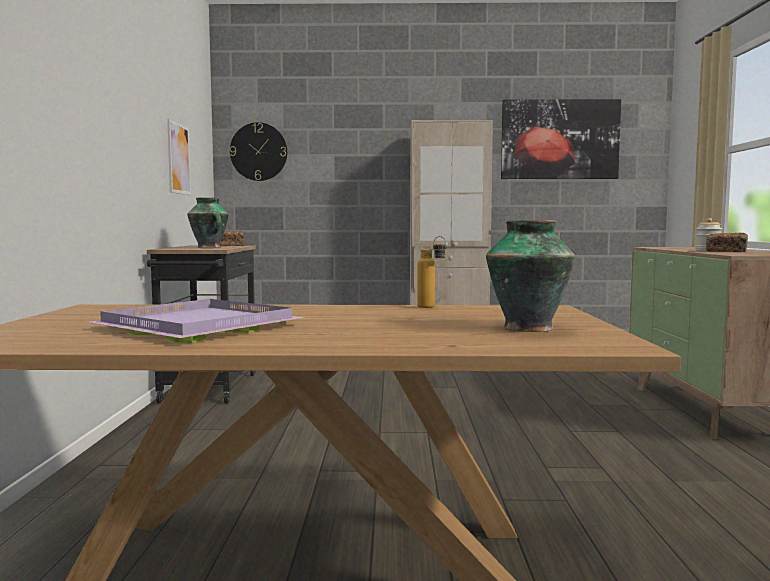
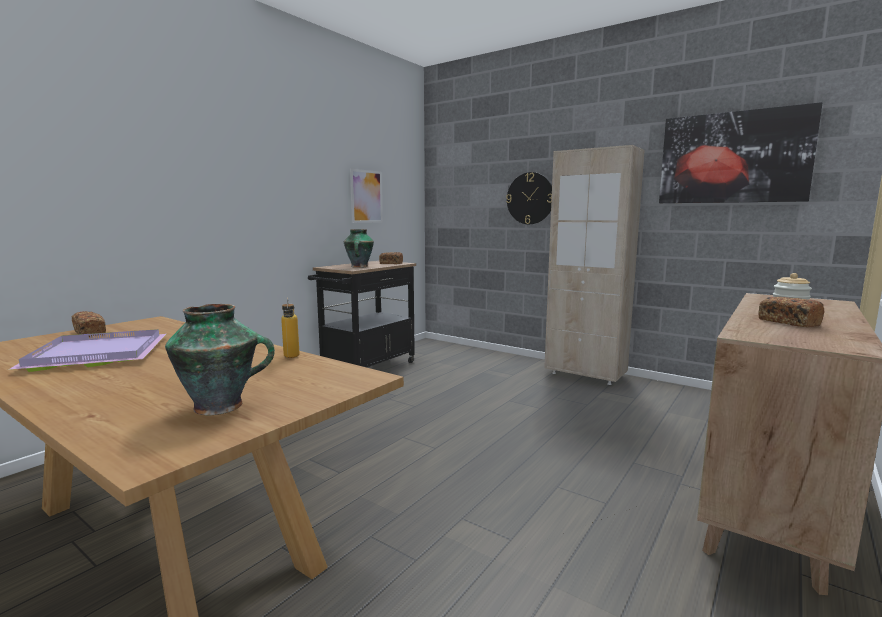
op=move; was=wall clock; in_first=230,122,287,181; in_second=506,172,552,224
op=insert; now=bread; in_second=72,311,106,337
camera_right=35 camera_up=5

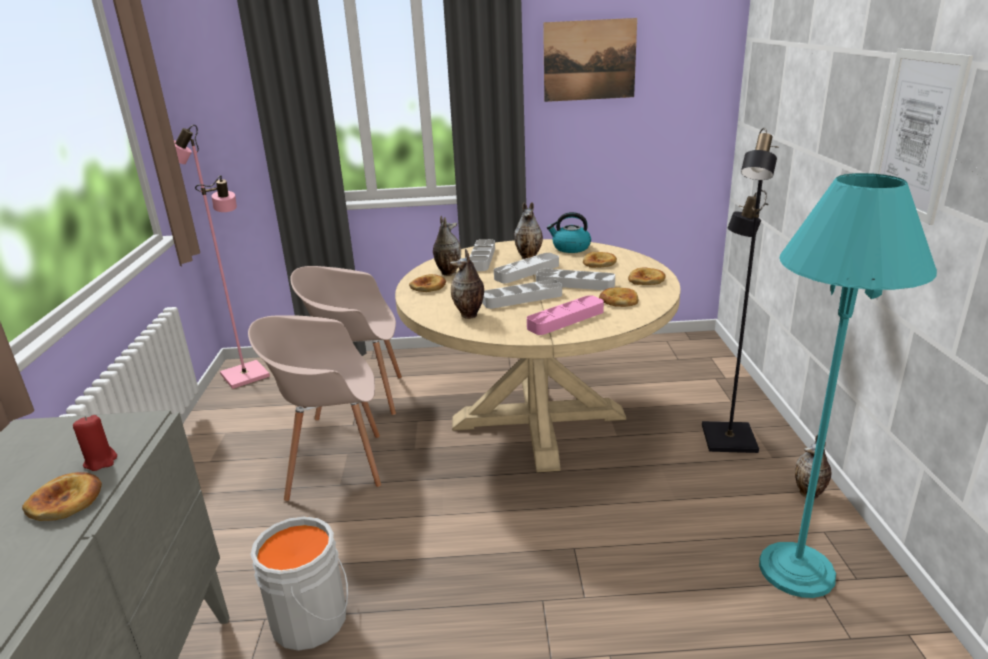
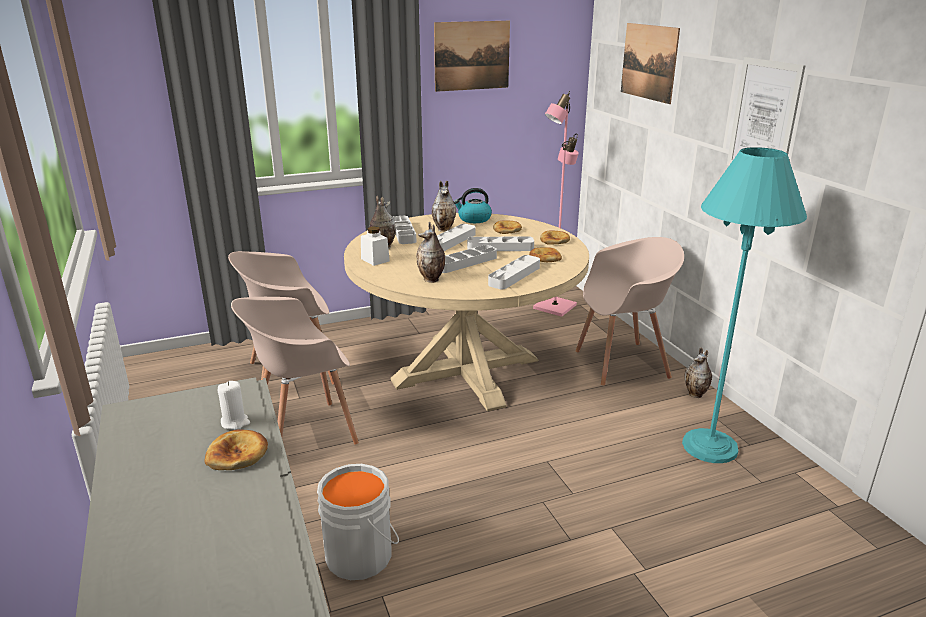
op=move; was=pink floor lamp; in_first=174,125,270,389; in_second=533,91,579,317
op=replace; was=black floor lamp; now=beige chair; in_first=702,128,778,453; in_second=576,237,684,386
op=replace; was=bread; now=white jar; in_first=409,274,446,292; in_second=361,226,390,266
op=recolor; was=pink tray; now=grey tray; in_first=527,295,604,335; in_second=488,255,540,289
op=recolor; was=red candle; now=white candle; in_first=73,415,117,471; in_second=218,381,250,430
op=insert; now=picture; in_second=621,23,680,104
camera_right=-20 camera_up=0

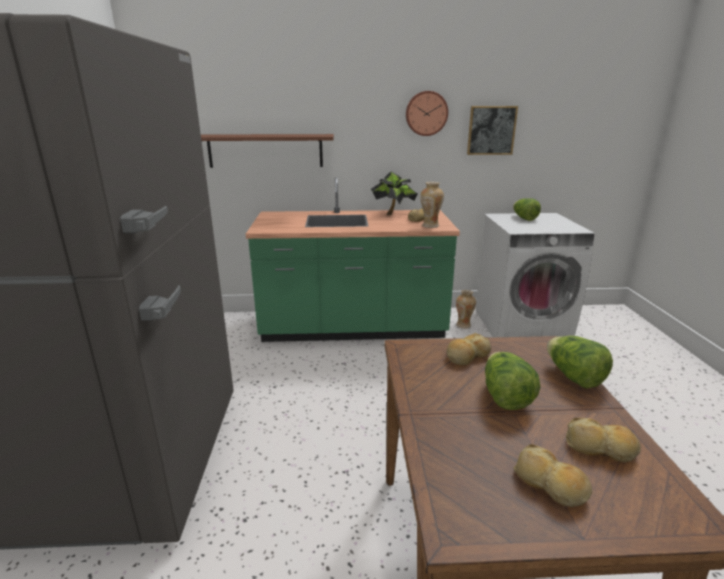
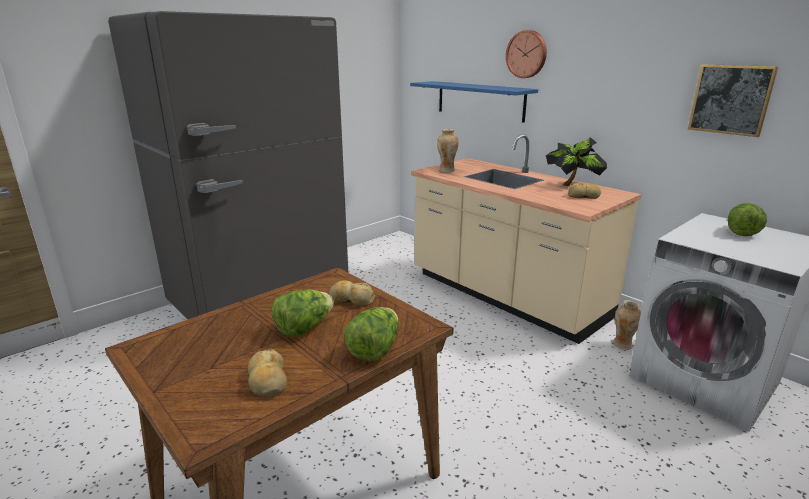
op=move; was=wall clock; in_first=406,91,448,136; in_second=506,30,547,78
op=recolor; was=brown shelf; now=blue shelf; in_first=201,134,334,168; in_second=410,81,538,123
op=recolor; was=green counter; now=beige counter; in_first=246,177,460,342; in_second=411,134,641,344
op=move; was=vase; in_first=420,182,444,228; in_second=437,129,459,172
op=delete; was=bread; in_first=513,444,592,507
camera_right=50 camera_up=0

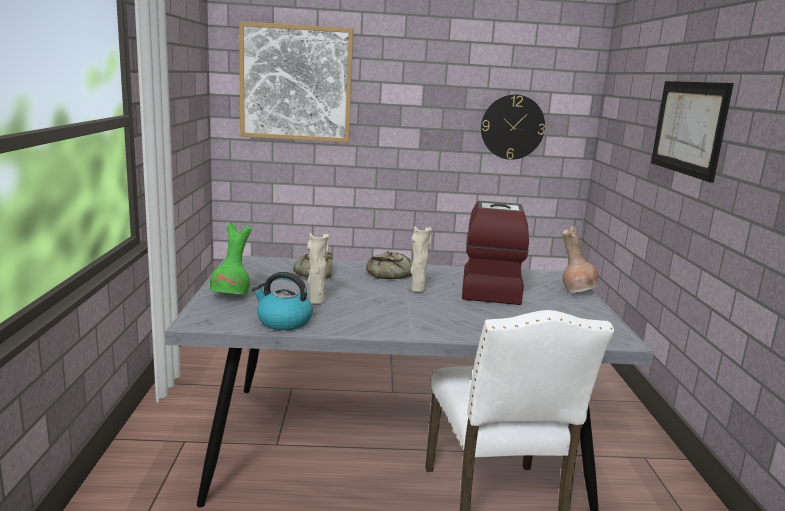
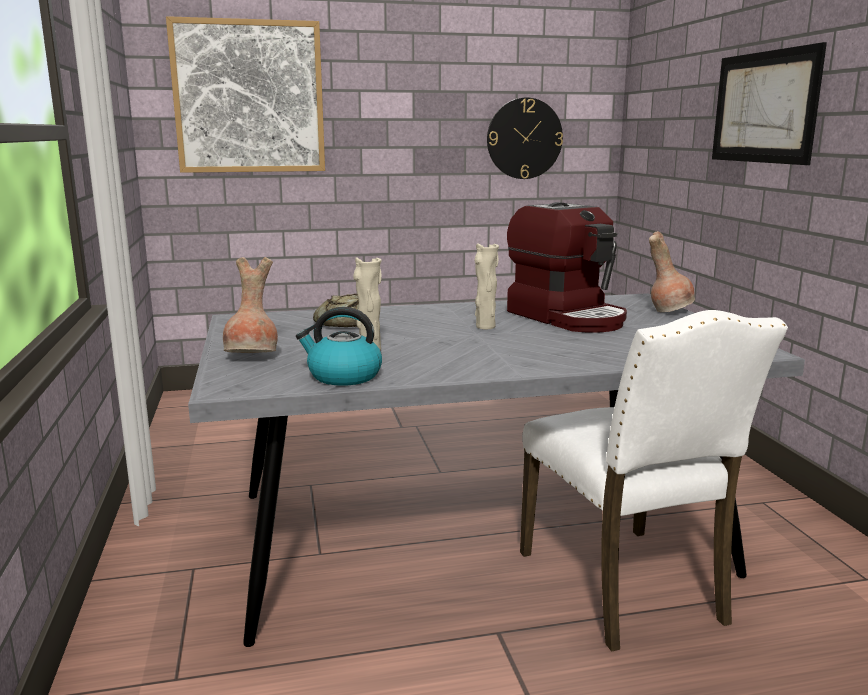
op=rotate; was=coffee machine; in_first=462,201,529,305; in_second=507,202,627,333; clockwise=150
op=recolor; was=green vase; now=brown vase; in_first=210,224,252,295; in_second=223,257,278,353
op=delete; was=bread; in_first=366,251,412,279
camera_right=-10 camera_up=0

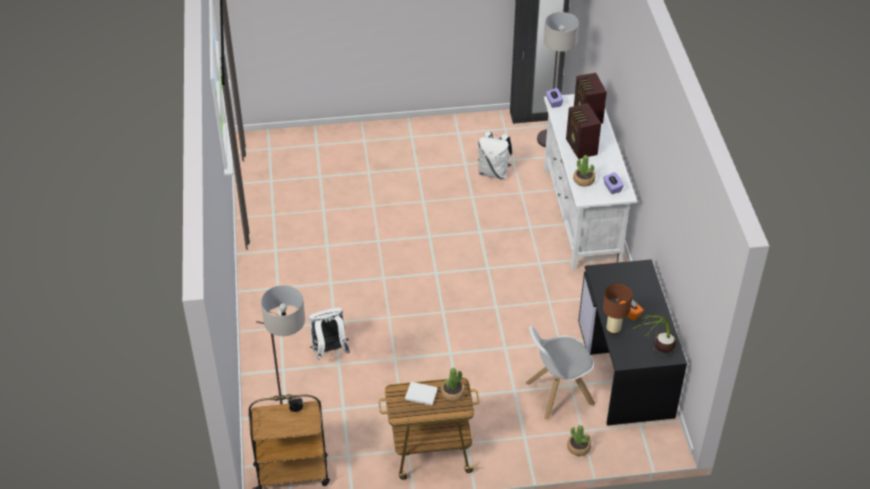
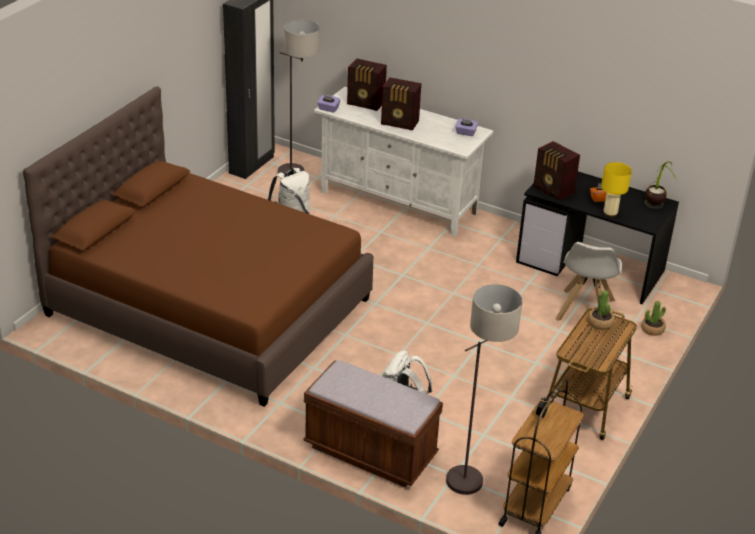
op=delete; was=potted plant; in_first=573,155,595,187
op=recolor; was=brown table lamp; now=yellow table lamp; in_first=603,283,633,334; in_second=601,162,632,217
op=delete; was=white book; in_first=405,382,438,405
op=insert; now=brown bed; in_second=23,86,373,407
op=insert; now=radio; in_second=533,141,580,201
op=insert; now=brown bench; in_second=304,360,443,487
camera_right=-55 camera_up=-10

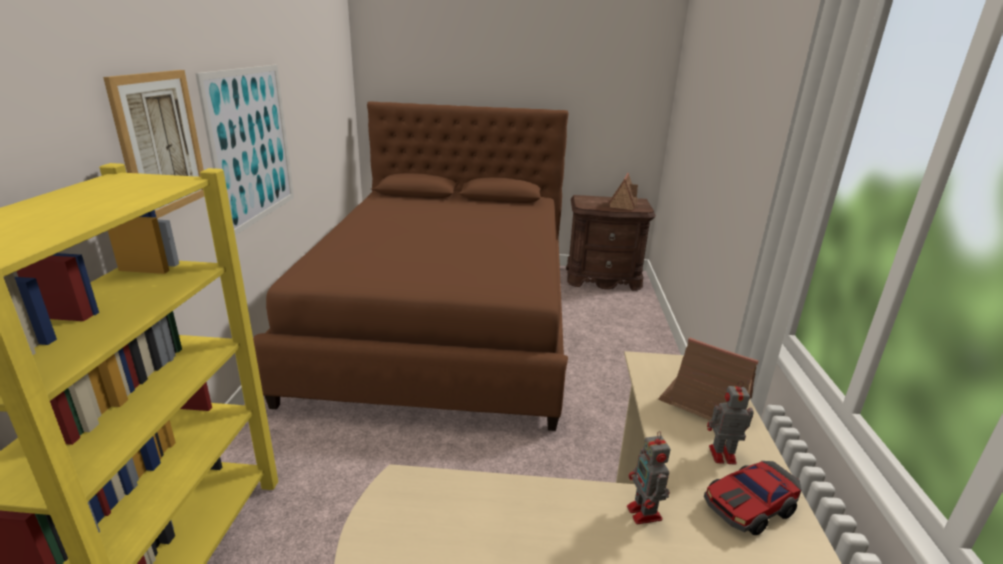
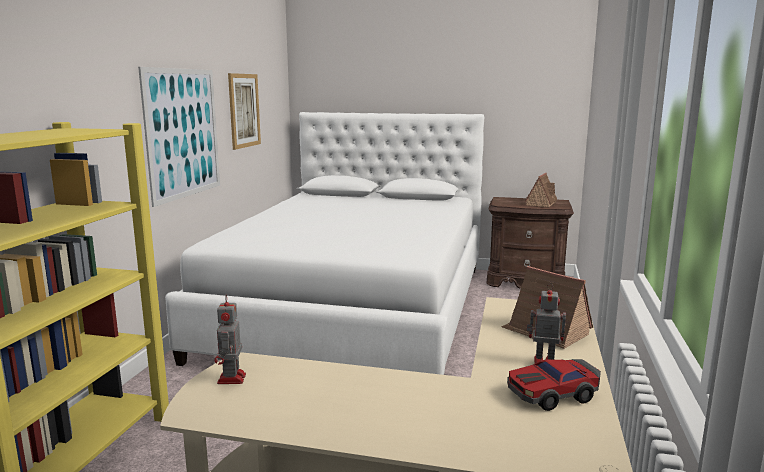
op=move; was=picture; in_first=103,70,204,218; in_second=228,73,261,150
op=recolor; was=brown bed; now=white bed; in_first=253,101,569,431; in_second=165,112,484,375
op=move; was=toy robot; in_first=627,431,670,524; in_second=214,295,246,384
camera_right=10 camera_up=-10

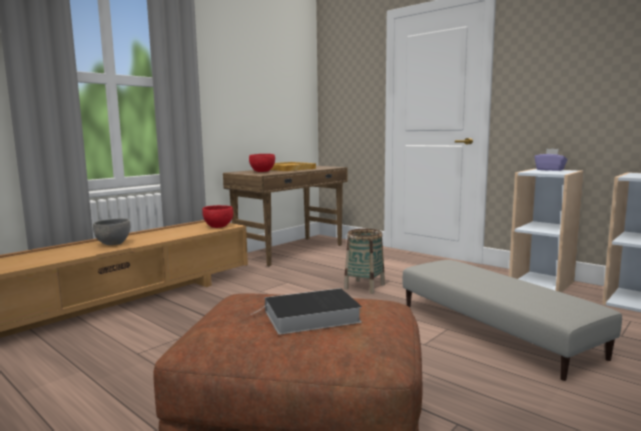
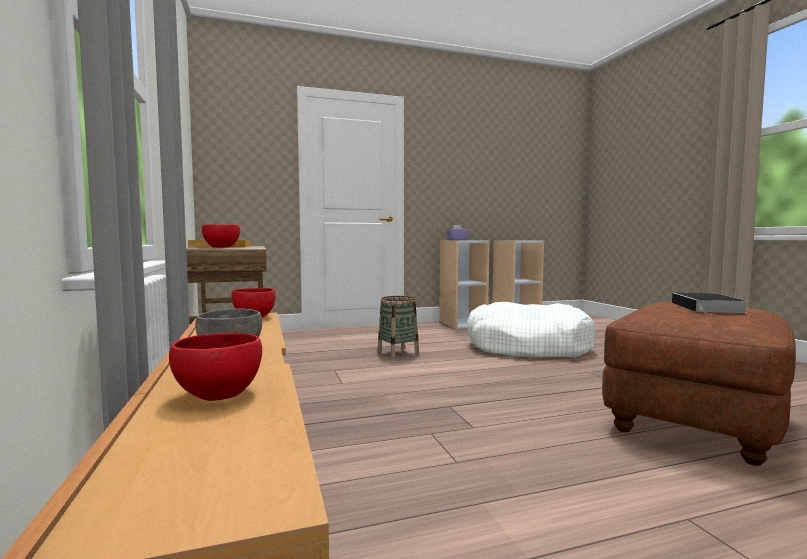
op=replace; was=grey ottoman; now=white dog bed; in_first=403,260,622,381; in_second=467,302,595,358
op=insert; now=red bowl; in_second=169,333,262,401
camera_right=-60 camera_up=-5

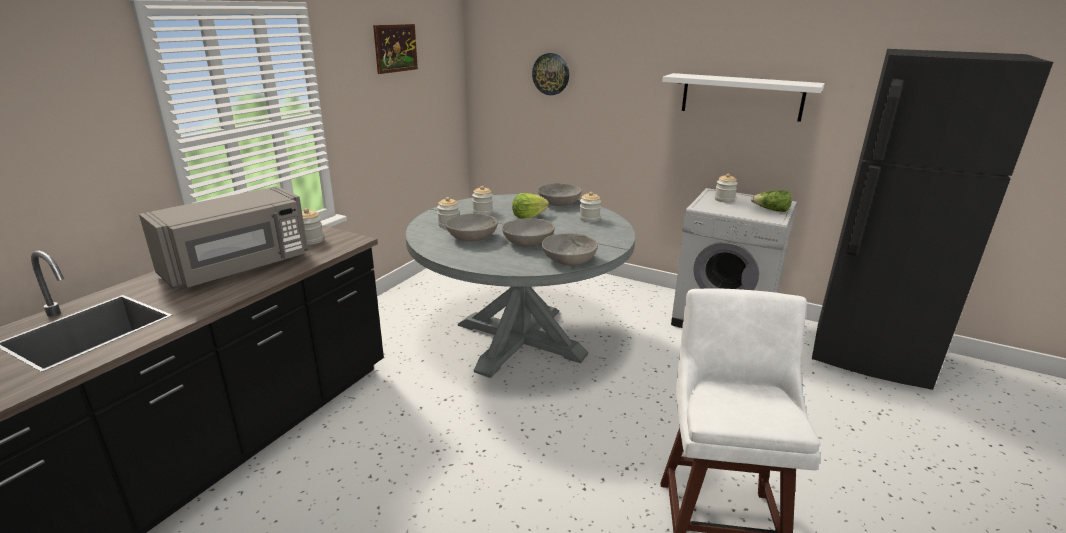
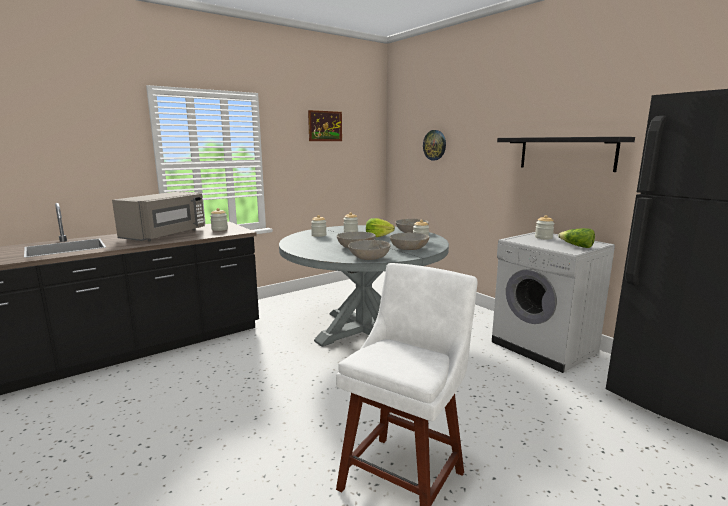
op=recolor; was=white shelf; now=black shelf; in_first=662,73,825,122; in_second=497,137,635,172
op=rotate; was=grey microwave; in_first=139,186,308,289; in_second=112,191,205,242; clockwise=-45
op=move; was=grey bowl; in_first=446,213,498,241; in_second=390,233,429,250
camera_right=25 camera_up=-10

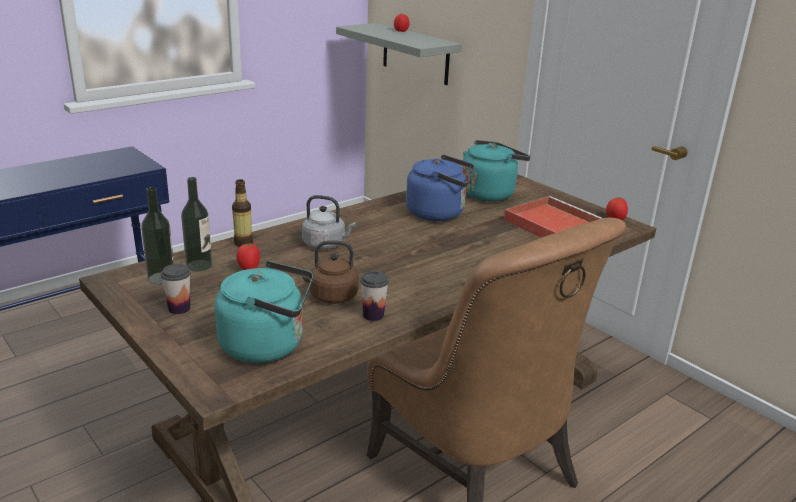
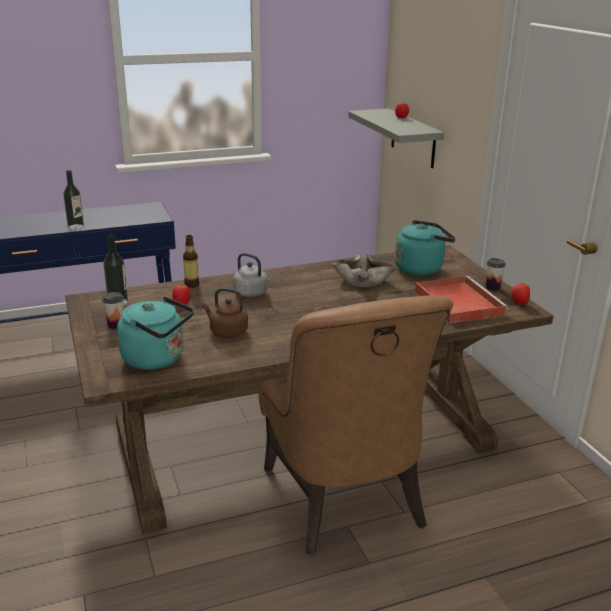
op=replace; was=blue kettle; now=beige bowl; in_first=406,154,474,221; in_second=332,254,396,287
op=move; was=bottle; in_first=181,177,212,271; in_second=63,170,84,230
op=move; was=cup; in_first=360,271,389,321; in_second=486,258,506,291
camera_right=20 camera_up=0

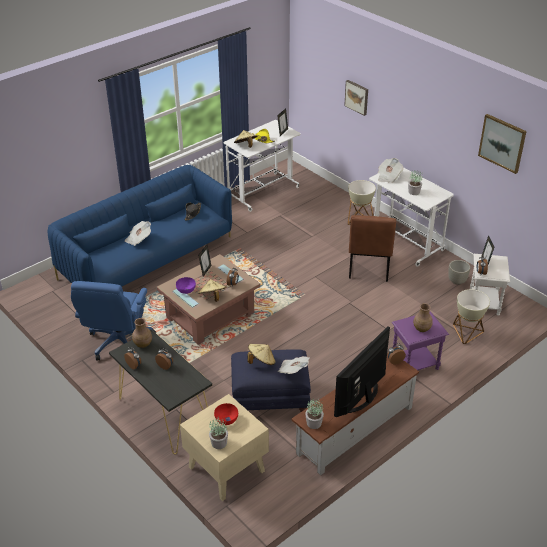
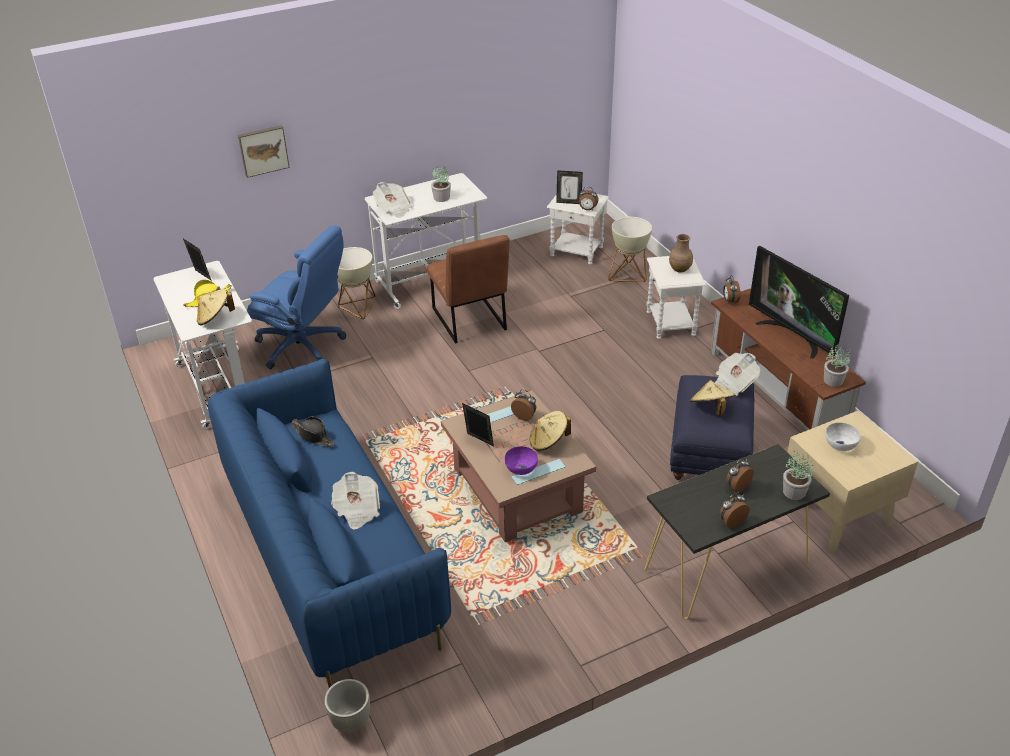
op=delete; was=picture; in_first=478,114,527,174
op=rotate; was=brown chair; in_first=349,215,396,282; in_second=427,235,510,344; clockwise=45
op=move; was=grey planter; in_first=448,260,470,285; in_second=324,679,370,733
op=move; was=blue office chair; in_first=71,281,156,361; in_second=247,225,346,369
op=recolor; was=purple side table; now=white side table; in_first=392,311,449,370; in_second=646,256,706,339
op=delete; was=brown vase; in_first=132,318,152,348
op=recolor; was=red bowl; now=white bowl; in_first=214,403,238,425; in_second=825,423,861,451
op=move; was=potted plant; in_first=209,416,228,449; in_second=783,451,813,500
camera_right=-75 camera_up=0

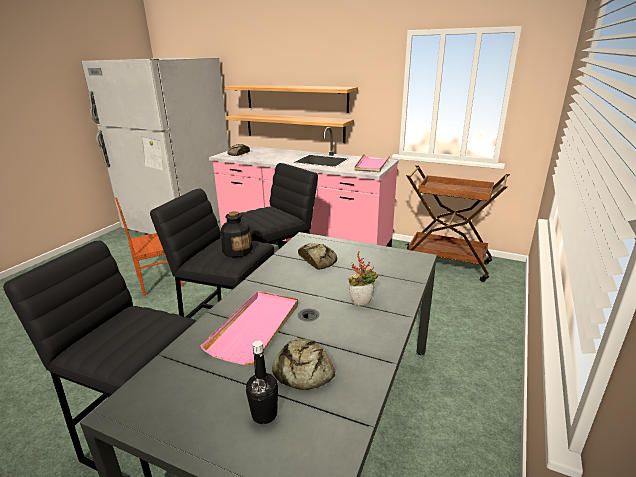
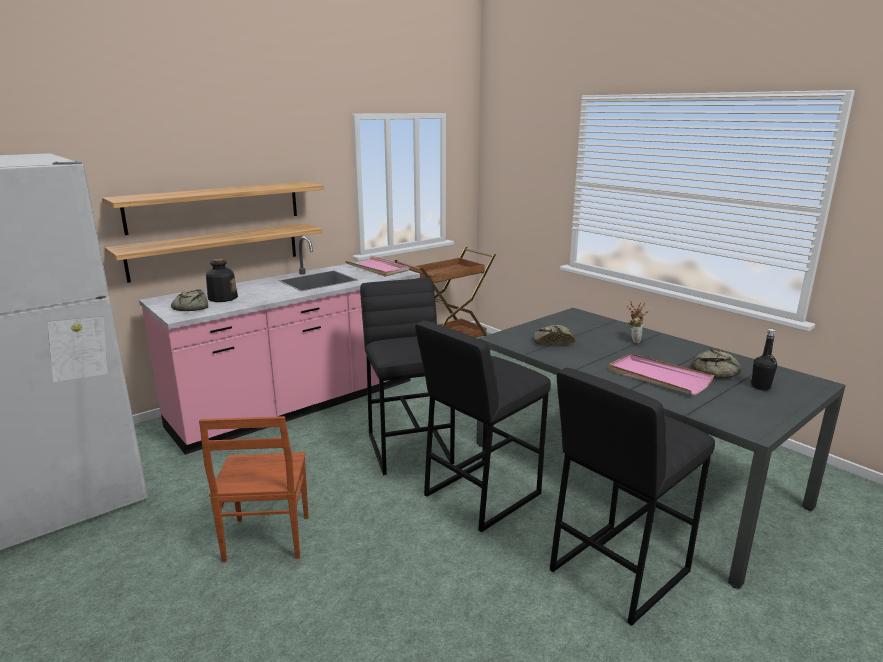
op=move; was=bottle; in_first=221,211,253,258; in_second=206,258,238,302
camera_right=-65 camera_up=-5

